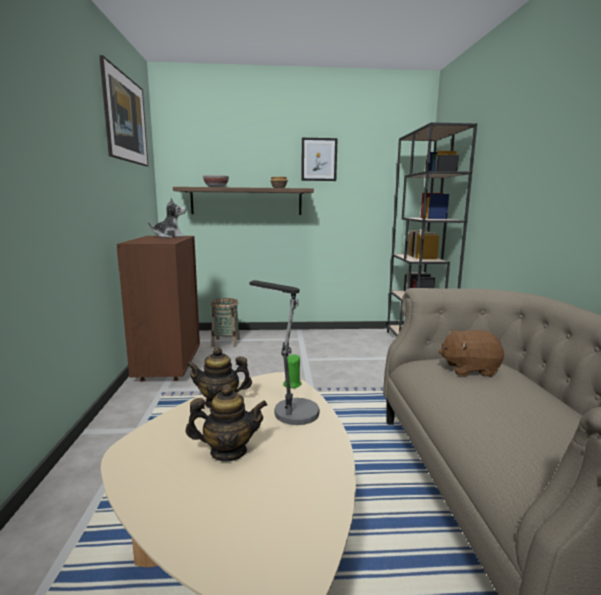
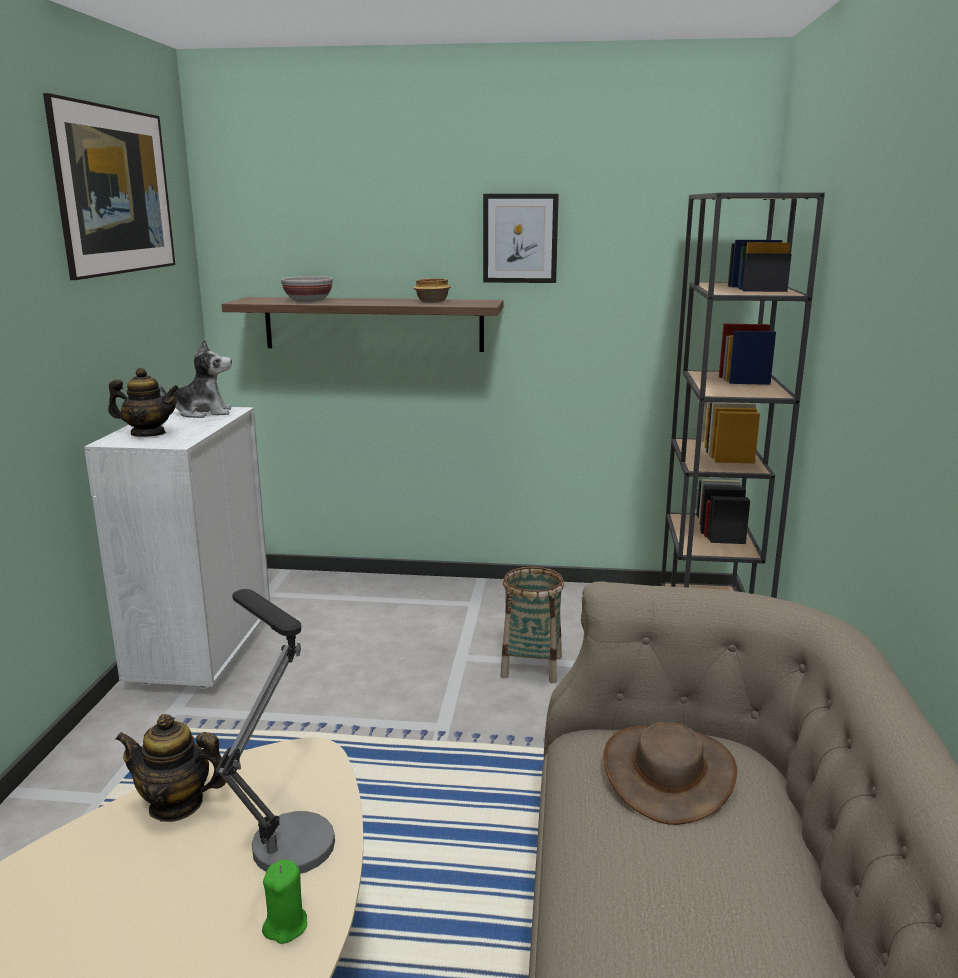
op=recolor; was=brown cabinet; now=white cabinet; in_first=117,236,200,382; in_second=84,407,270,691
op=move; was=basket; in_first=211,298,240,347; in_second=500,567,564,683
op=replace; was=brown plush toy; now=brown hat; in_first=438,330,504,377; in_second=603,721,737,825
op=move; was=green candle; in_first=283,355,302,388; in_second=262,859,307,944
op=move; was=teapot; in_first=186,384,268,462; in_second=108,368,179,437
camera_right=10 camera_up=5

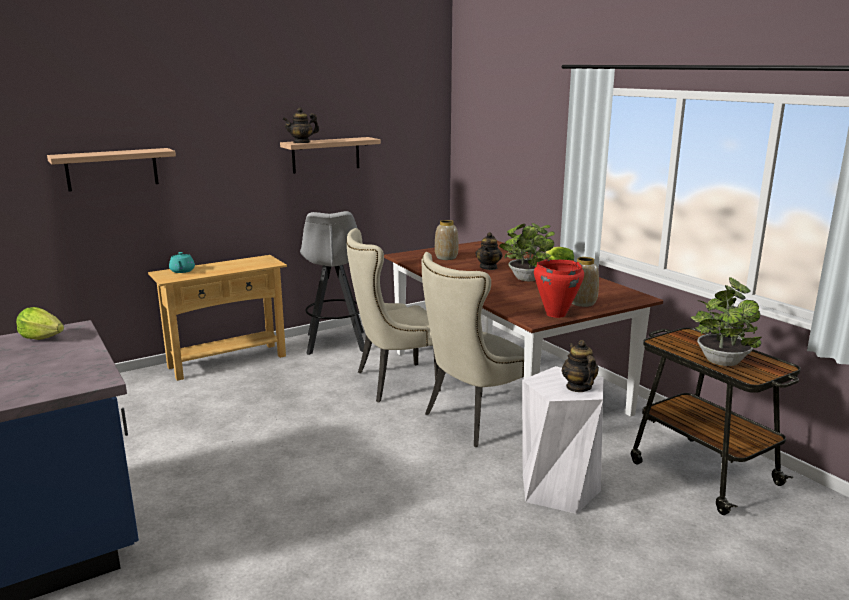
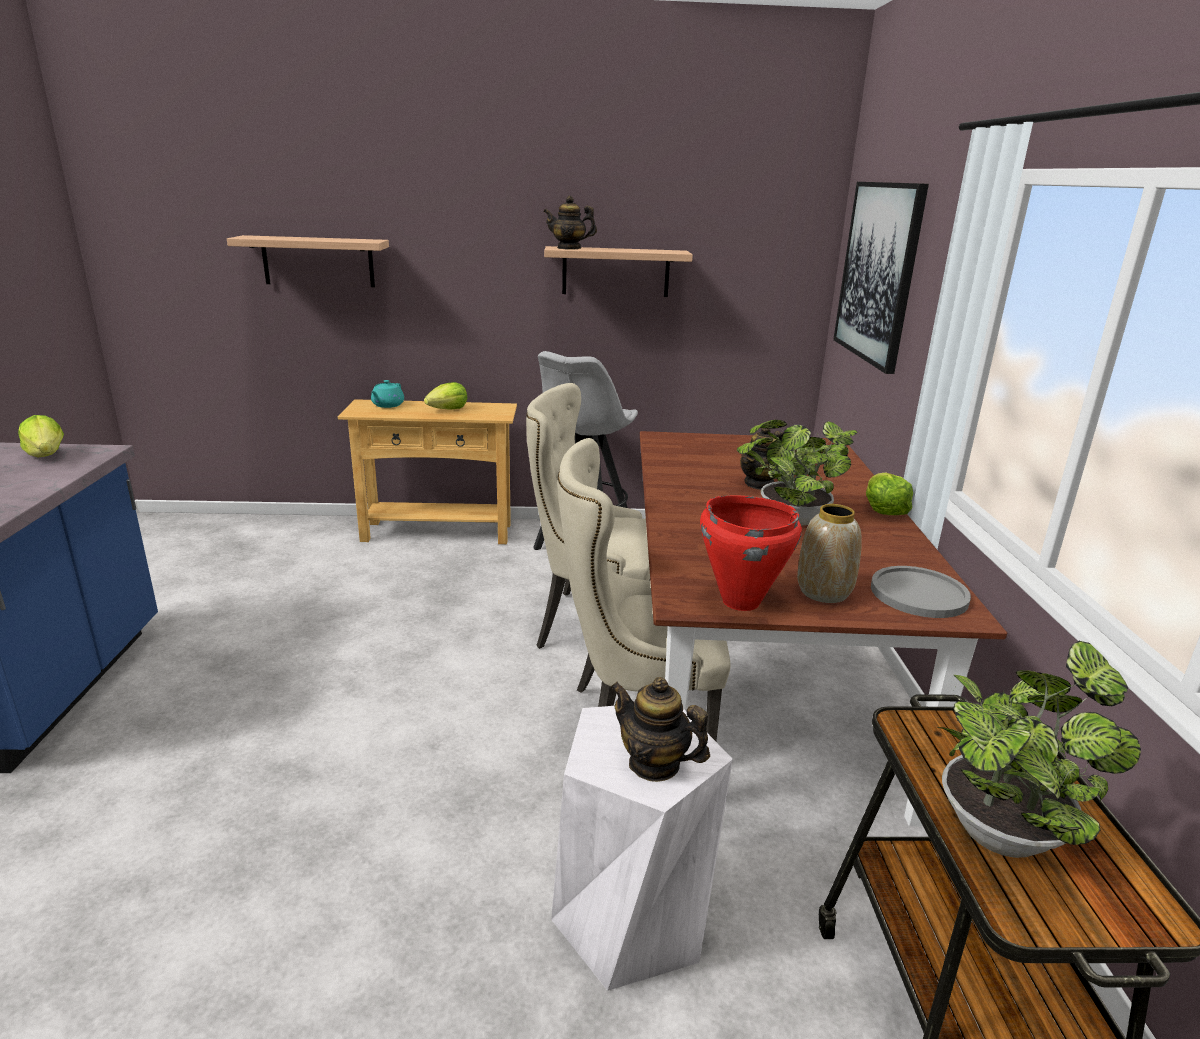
op=delete; was=vase; in_first=435,220,459,260
op=rotate; was=teapot; in_first=562,340,599,392; in_second=611,677,710,782; clockwise=-75
op=insert; now=picture; in_second=833,182,929,374
op=insert; now=lettuce; in_second=424,382,467,410
op=insert; now=grey plate; in_second=871,566,971,618
camera_right=30 camera_up=5

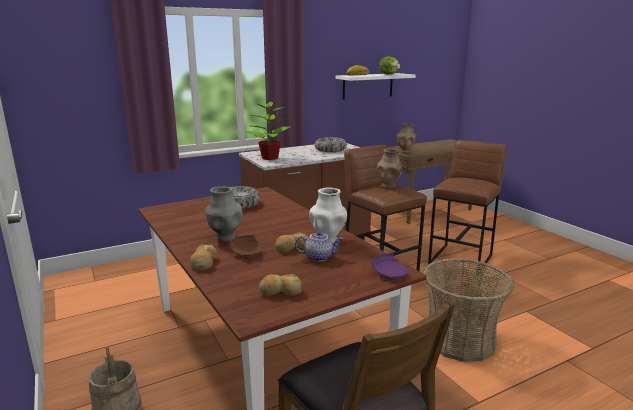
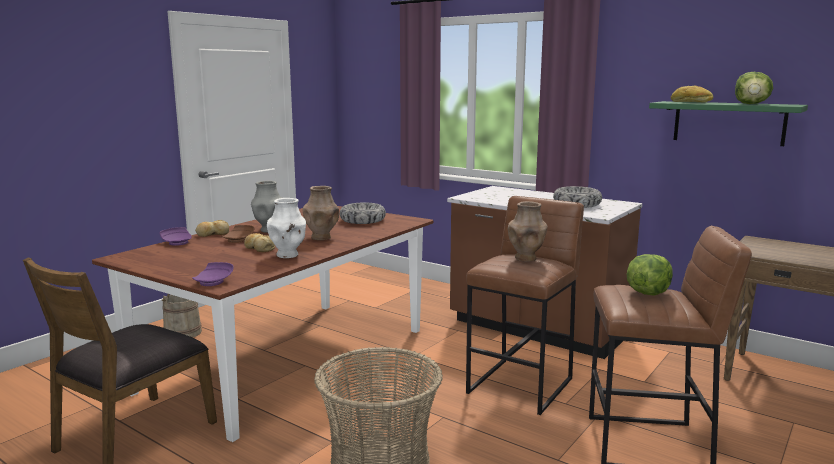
op=recolor; was=white shelf; now=green shelf; in_first=336,73,416,99; in_second=649,101,808,146
op=delete; was=potted plant; in_first=247,101,292,160
op=move; was=brown vase; in_first=397,123,417,154; in_second=302,186,339,240
op=delete; was=teapot; in_first=295,231,343,262
op=delete; was=bread; in_first=259,274,302,297
op=insert; now=purple plate; in_second=159,227,192,246
op=insert; now=lettuce; in_second=626,254,673,296
camera_right=65 camera_up=-5

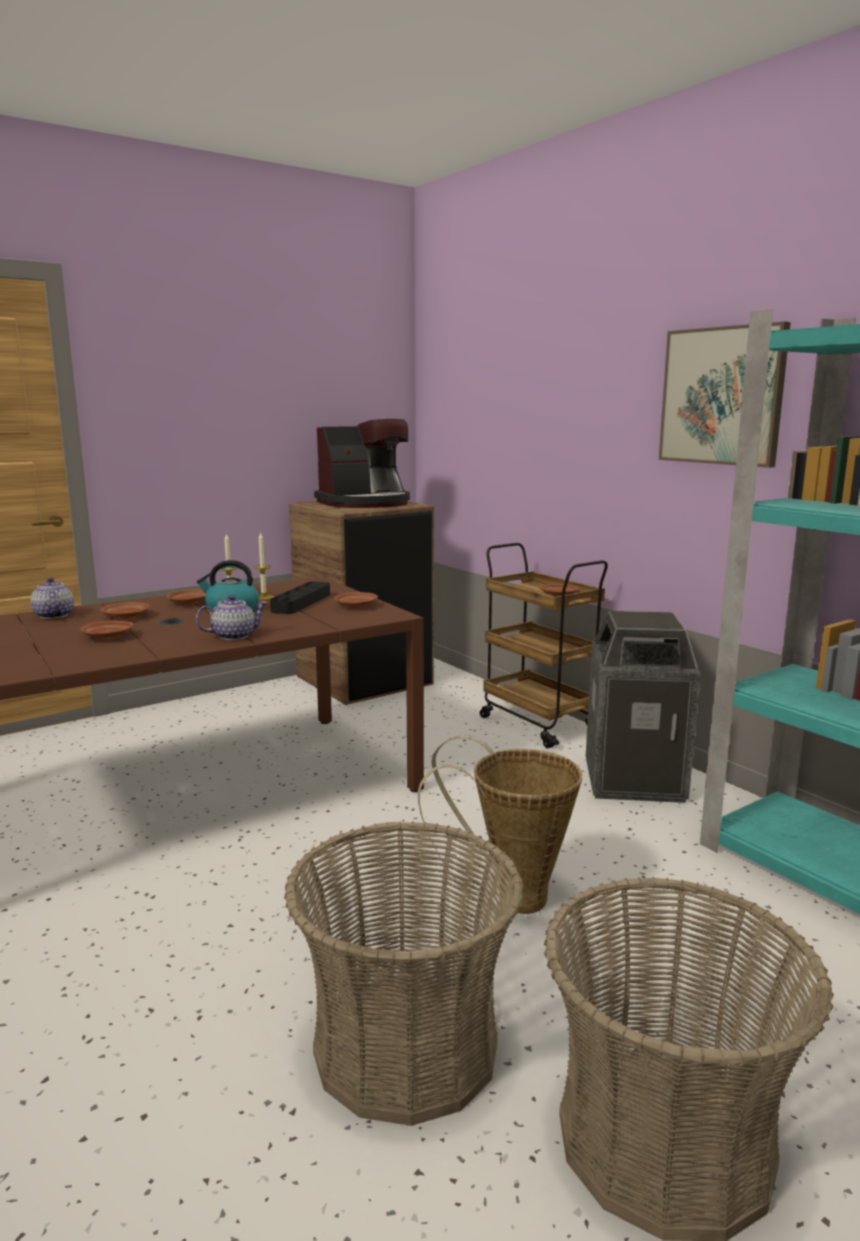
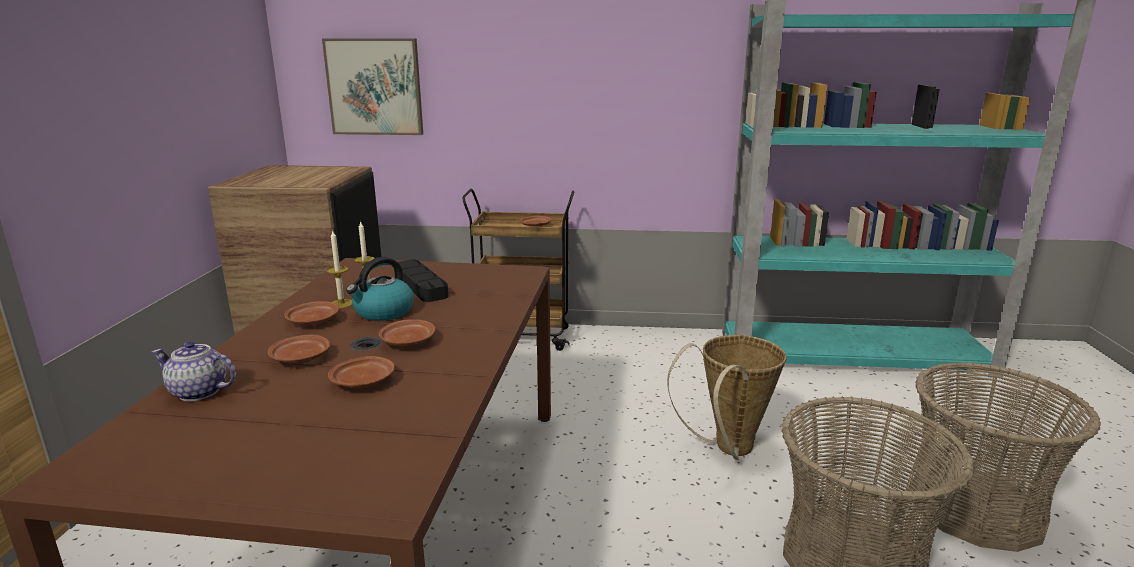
op=move; was=picture; in_first=659,321,791,468; in_second=322,39,423,135
op=delete; was=coffee machine; in_first=314,419,410,508
op=move; was=brown plate; in_first=334,592,378,608; in_second=378,319,436,346
op=delete; was=teapot; in_first=196,595,267,640
op=delete; was=trash can; in_first=586,611,701,803
camera_right=-50 camera_up=5

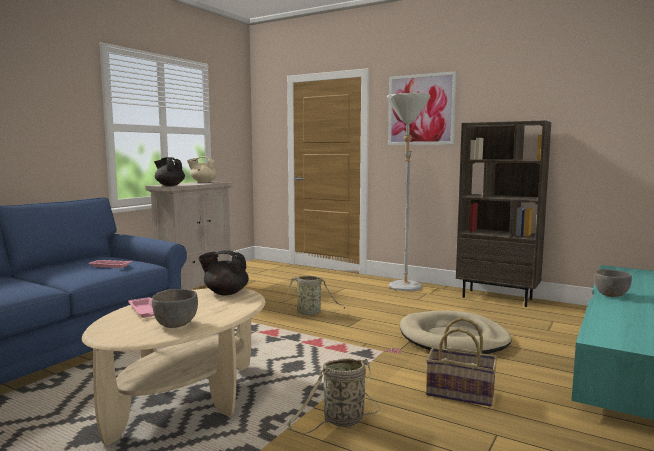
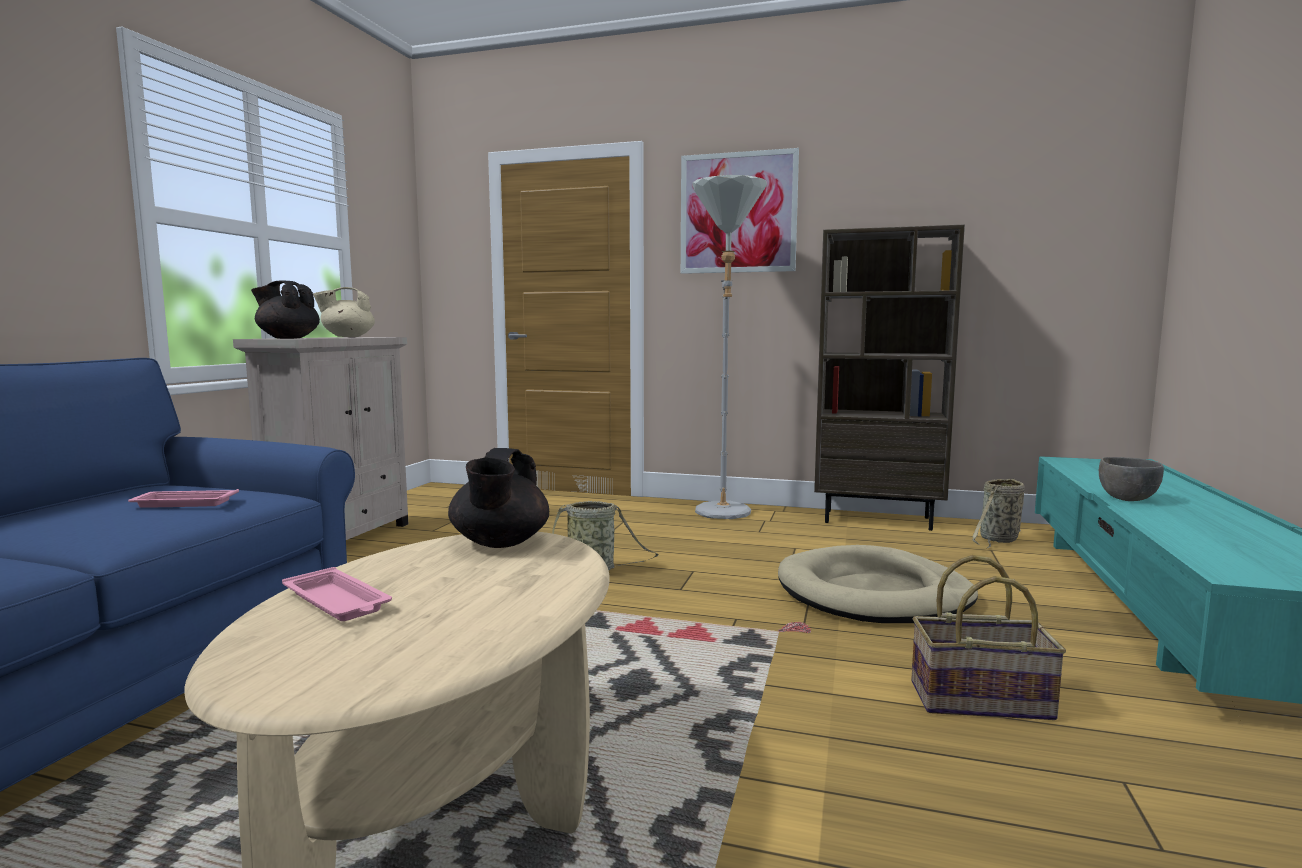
op=rotate; was=black teapot; in_first=198,250,249,296; in_second=448,448,549,548; clockwise=-75
op=delete; was=grey bowl; in_first=152,289,198,328
op=move; was=basket; in_first=287,358,380,434; in_second=972,479,1025,548
camera_right=-15 camera_up=0

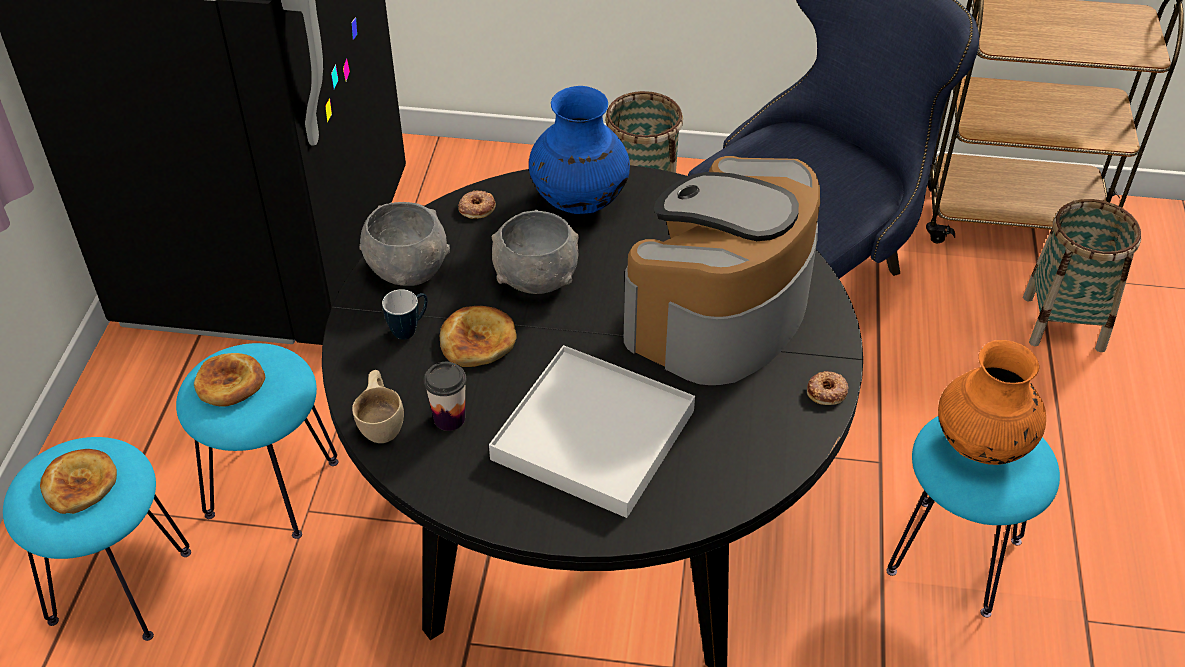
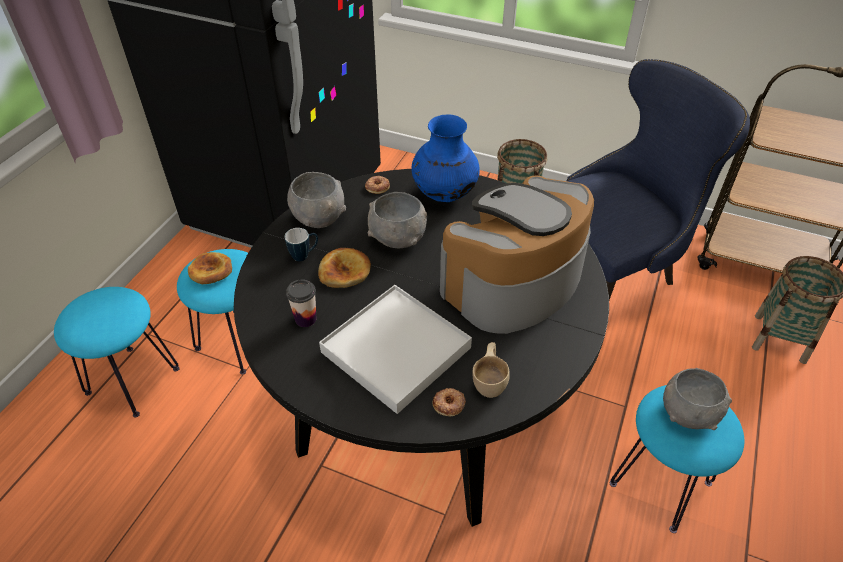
op=replace; was=orange vase; now=grey bowl; in_first=938,340,1046,465; in_second=663,368,732,430
op=move; was=beige cup; in_first=352,370,404,443; in_second=472,342,510,398
op=move; was=donut; in_first=807,371,848,405; in_second=432,388,466,416
op=delete; was=bread; in_first=40,449,117,514
camera_right=15 camera_up=0

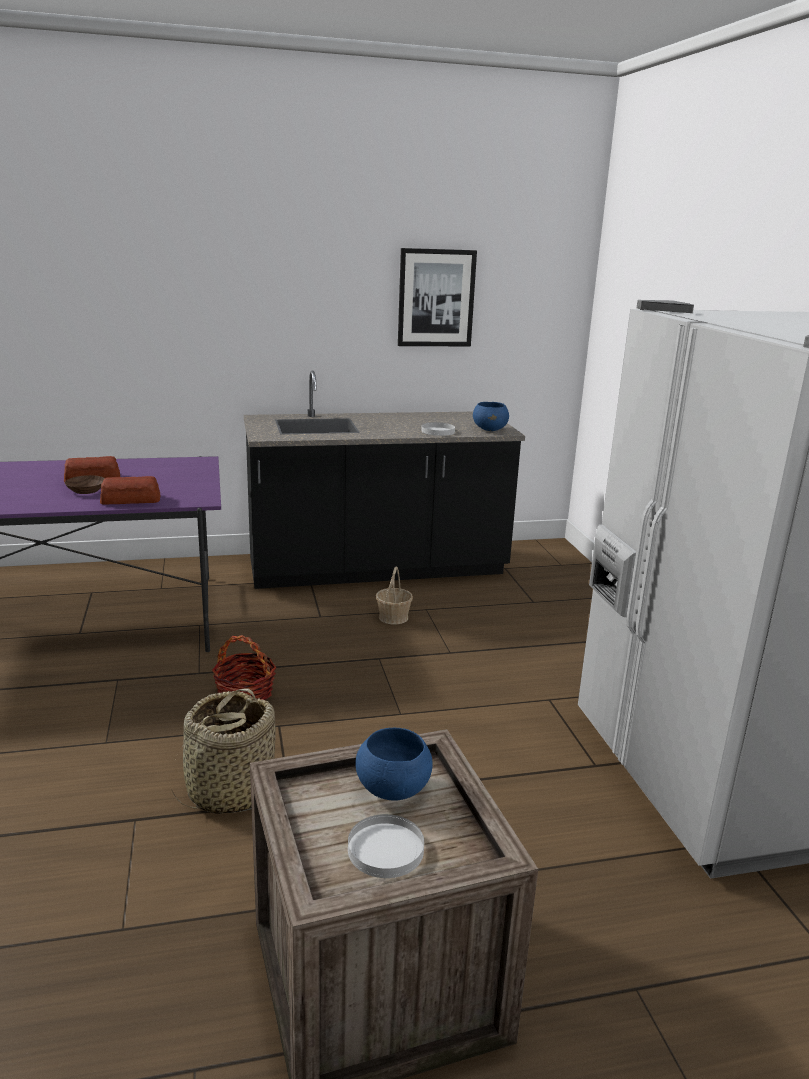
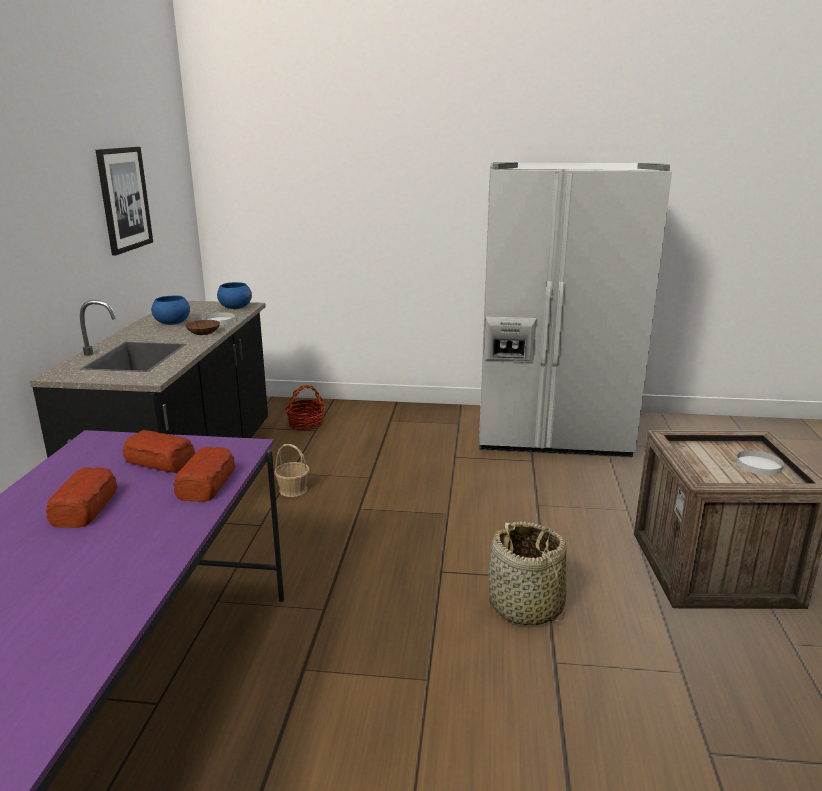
op=move; was=brown bowl; in_first=65,475,105,494; in_second=185,320,220,335
op=move; was=basket; in_first=212,635,277,700; in_second=285,385,325,430
op=move; was=blue bowl; in_first=355,728,433,801; in_second=151,295,190,325
op=insert; now=bread; in_second=122,430,195,473
camera_right=-70 camera_up=0

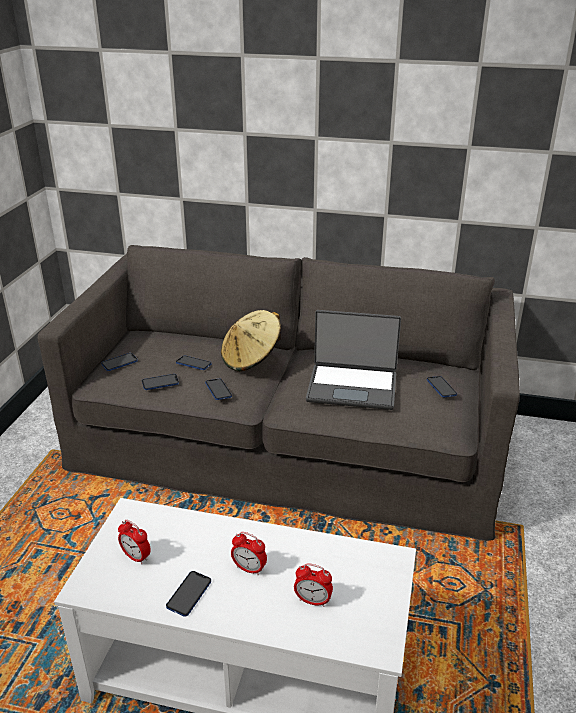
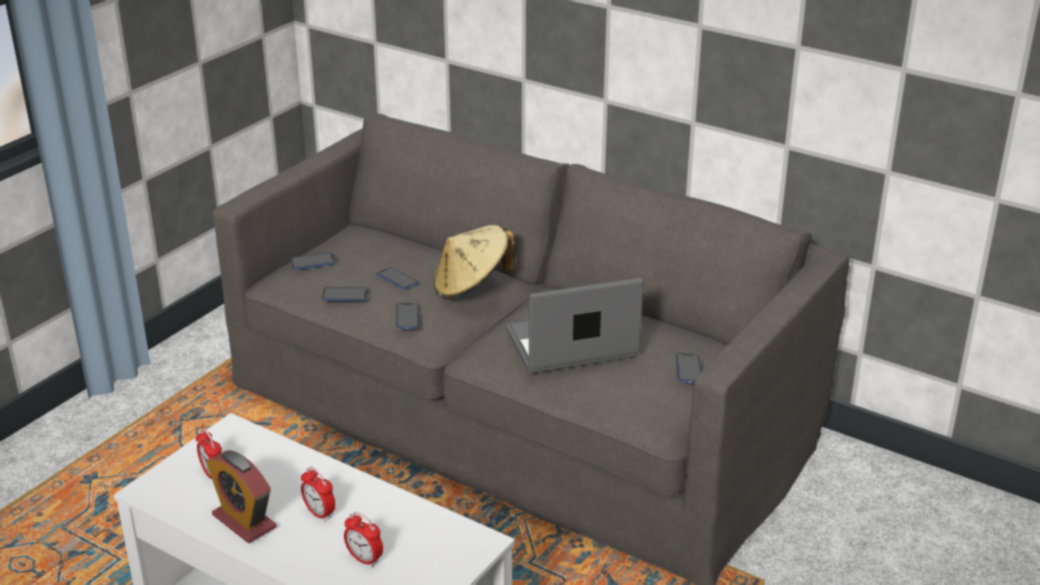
op=rotate; was=laptop; in_first=306,310,401,410; in_second=507,278,644,373; clockwise=135
op=replace; was=phone; now=alarm clock; in_first=166,571,211,617; in_second=206,450,276,543
camera_right=20 camera_up=0

